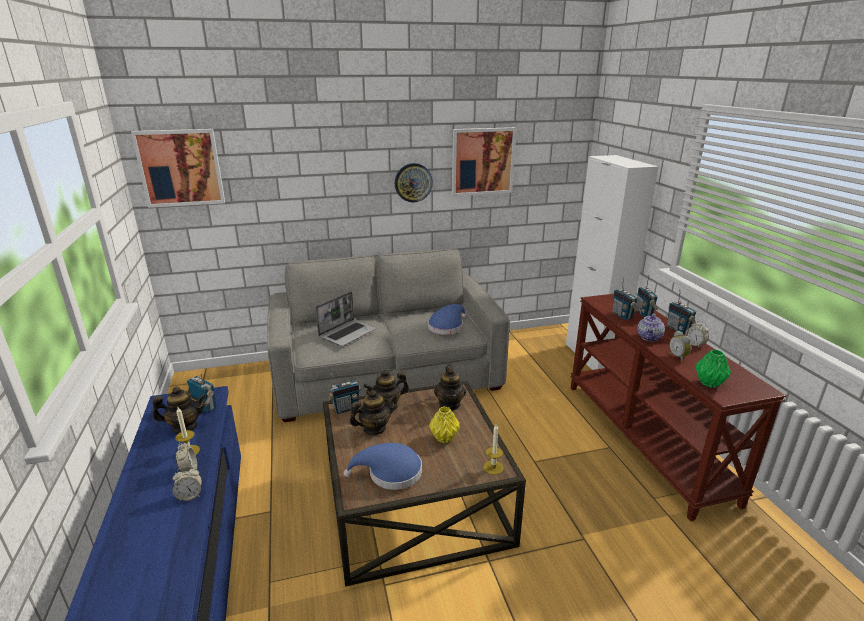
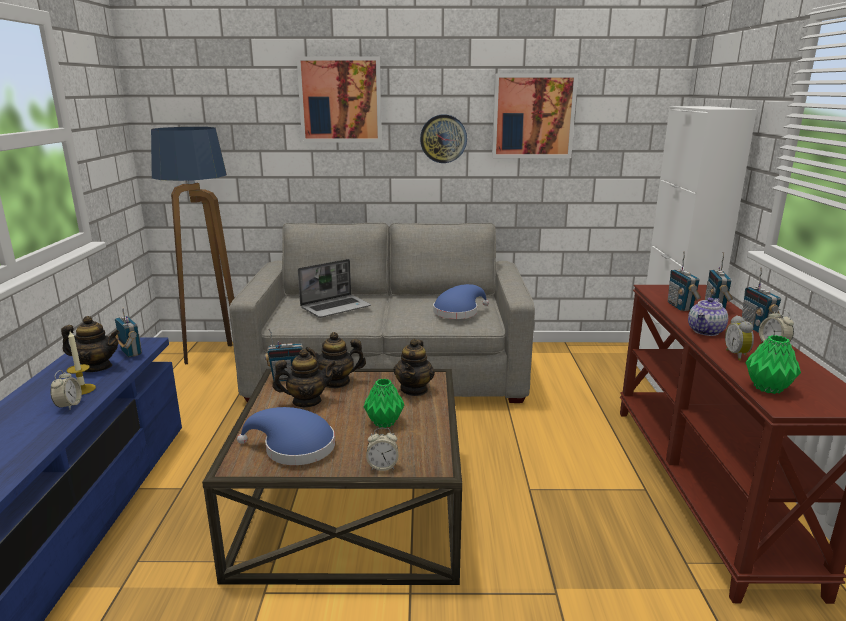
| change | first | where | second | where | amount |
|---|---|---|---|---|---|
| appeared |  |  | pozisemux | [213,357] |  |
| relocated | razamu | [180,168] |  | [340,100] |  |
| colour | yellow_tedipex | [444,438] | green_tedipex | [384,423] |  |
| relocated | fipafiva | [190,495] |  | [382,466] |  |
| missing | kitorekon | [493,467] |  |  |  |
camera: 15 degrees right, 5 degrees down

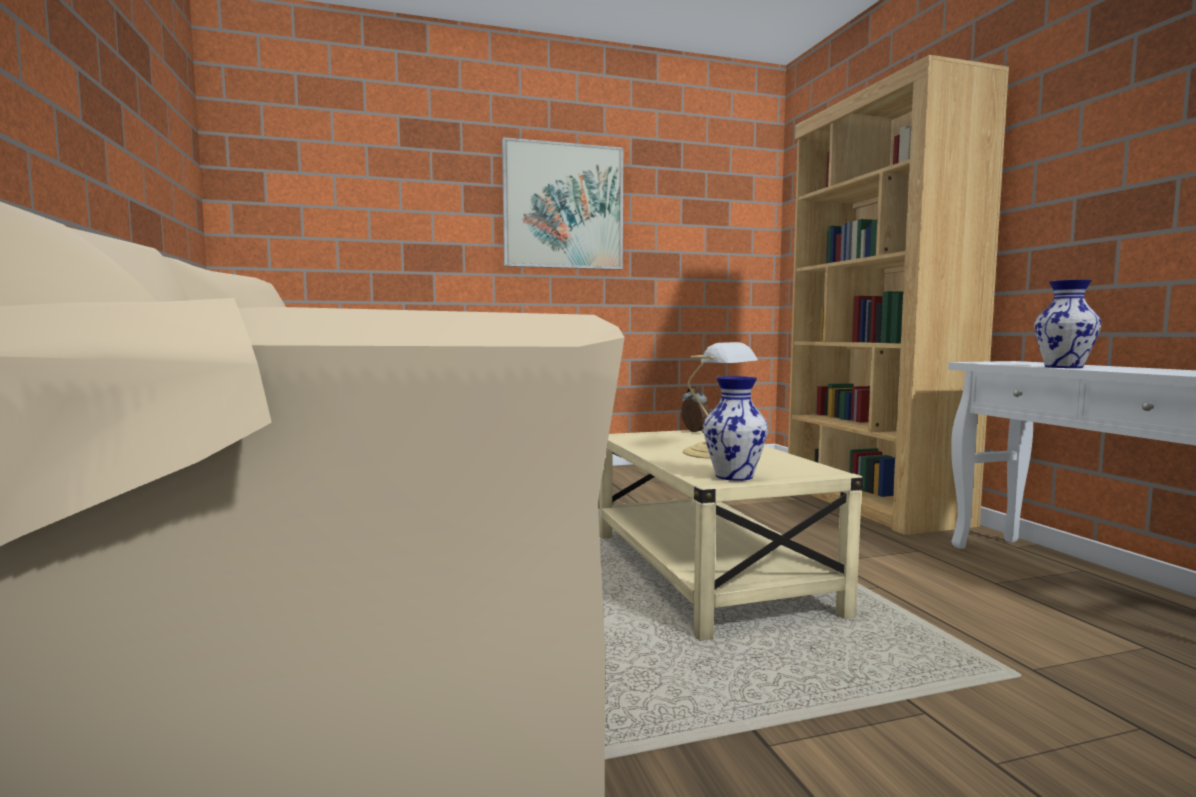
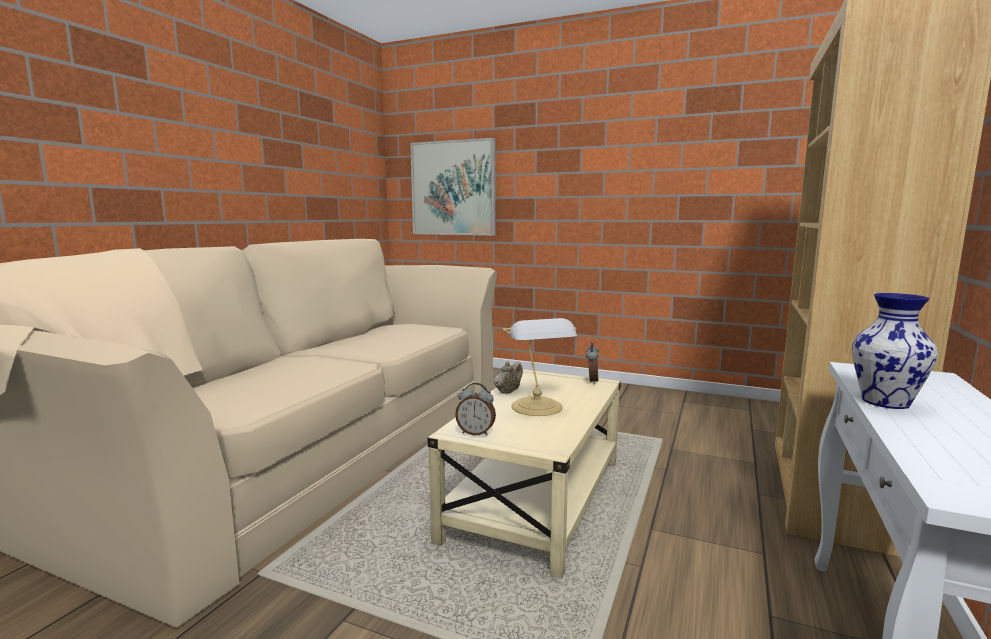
| change | first | where | second | where | amount |
|---|---|---|---|---|---|
| relocated | razamu | [563,206] |  | [453,188] |  |
| exchanged | tedipex | [734,476] | fipafiva | [476,433] |  |
| appeared |  |  | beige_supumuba | [508,392] |  |
camera: 40 degrees right, 5 degrees up

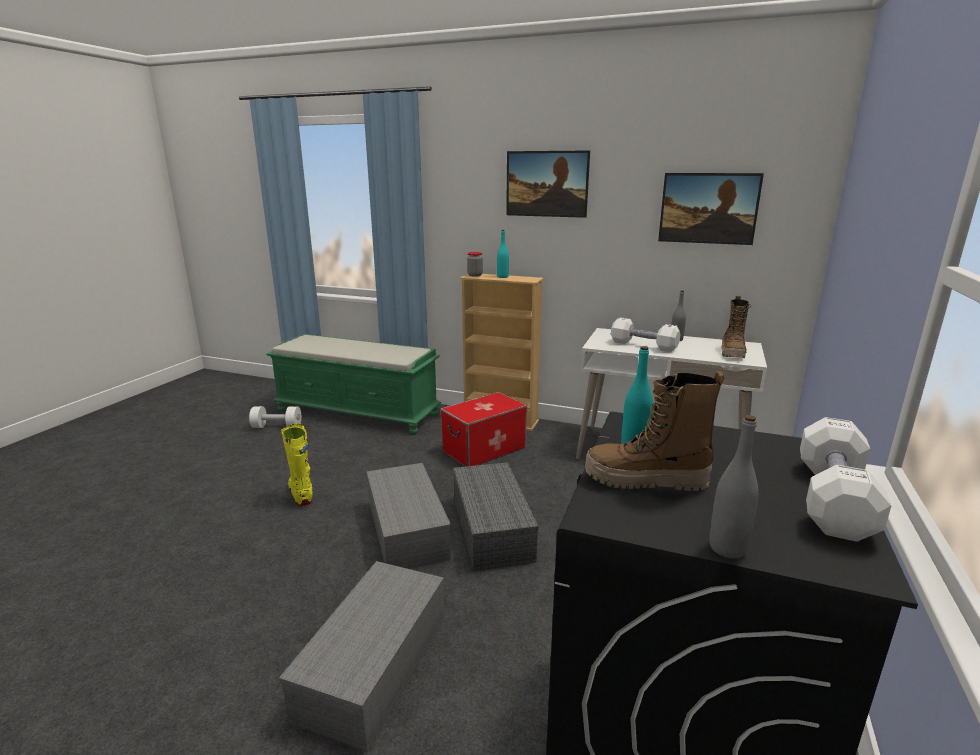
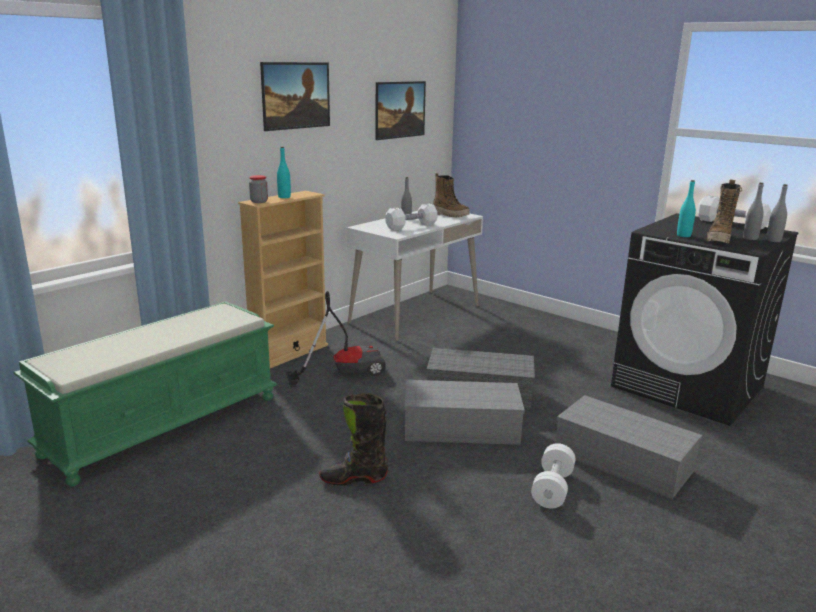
| change | first | where | second | where | amount |
|---|---|---|---|---|---|
| exchanged | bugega | [484,450] | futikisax | [344,371] |  |
| colour | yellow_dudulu | [301,494] | black_dudulu | [354,478] |  |
| relocated | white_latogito | [277,426] |  | [552,488] |  |
| appeared |  |  | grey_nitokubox | [750,238] |  |
camera: 70 degrees left, 0 degrees up

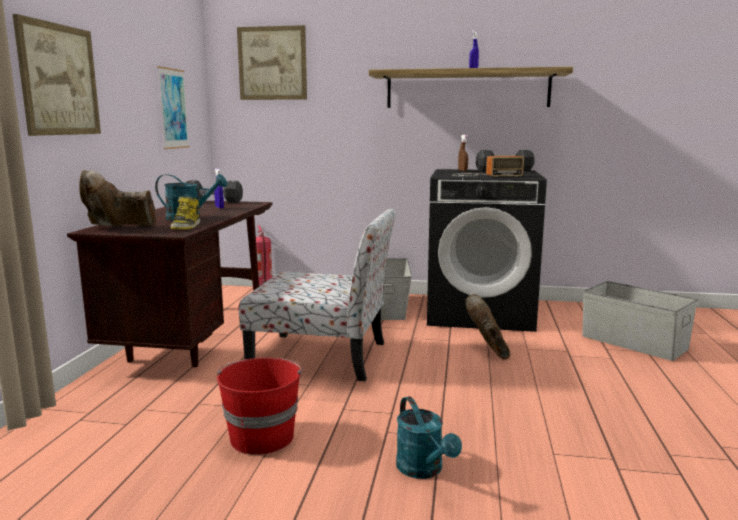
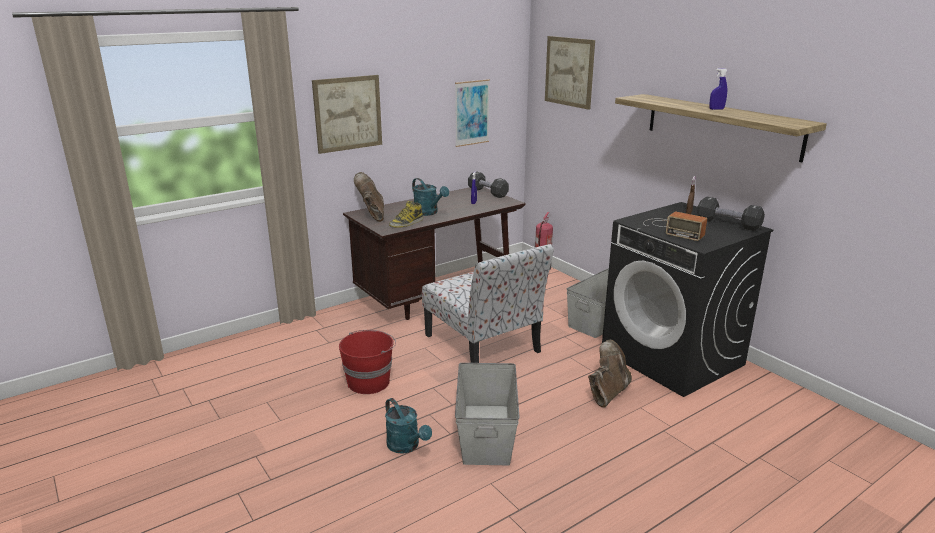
| change | first | where | second | where | amount |
|---|---|---|---|---|---|
| spun | brown_dudulu | [119,228] |  | [372,215] | 45 degrees clockwise |
| spun | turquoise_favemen | [424,470] |  | [406,446] | 60 degrees counterclockwise |
| relocated | grey_bugega | [633,342] |  | [487,433] |  |
camera: 45 degrees right, 10 degrees up

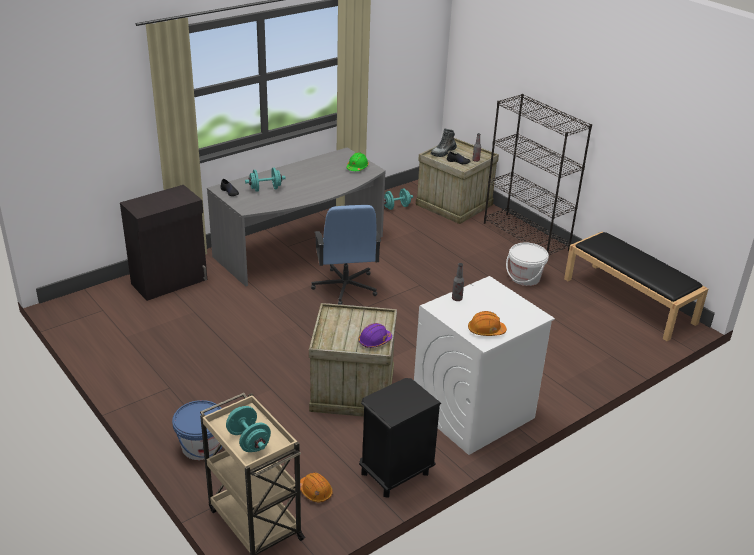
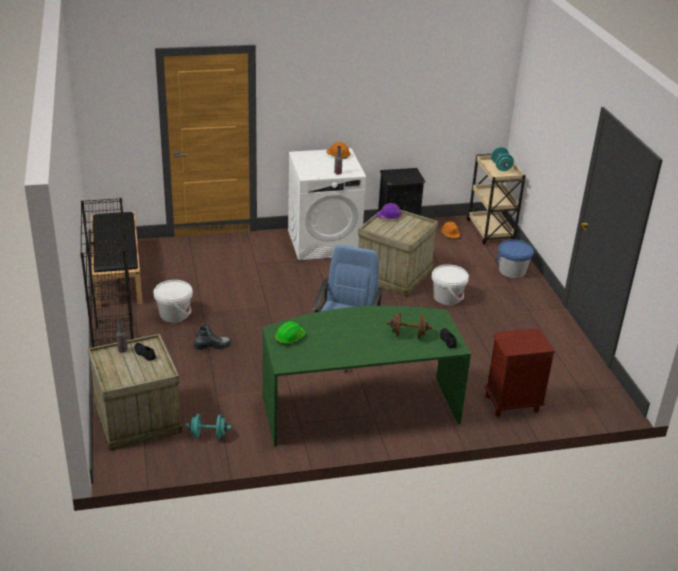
| change | first | where | second | where | amount |
|---|---|---|---|---|---|
| relocated | dudulu | [443,152] |  | [212,346] |  |
| colour | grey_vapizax | [302,248] | green_vapizax | [359,406] |  |
| colour | turquoise_latogito | [265,189] | brown_latogito | [408,334] |  |
| appeared |  |  | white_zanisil | [447,297] |  |
| exchanged | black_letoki | [170,282] | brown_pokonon | [512,404] |  |
camera: 155 degrees left, 0 degrees up

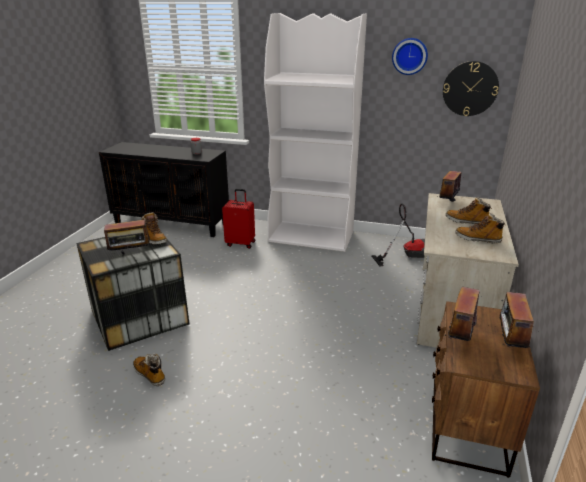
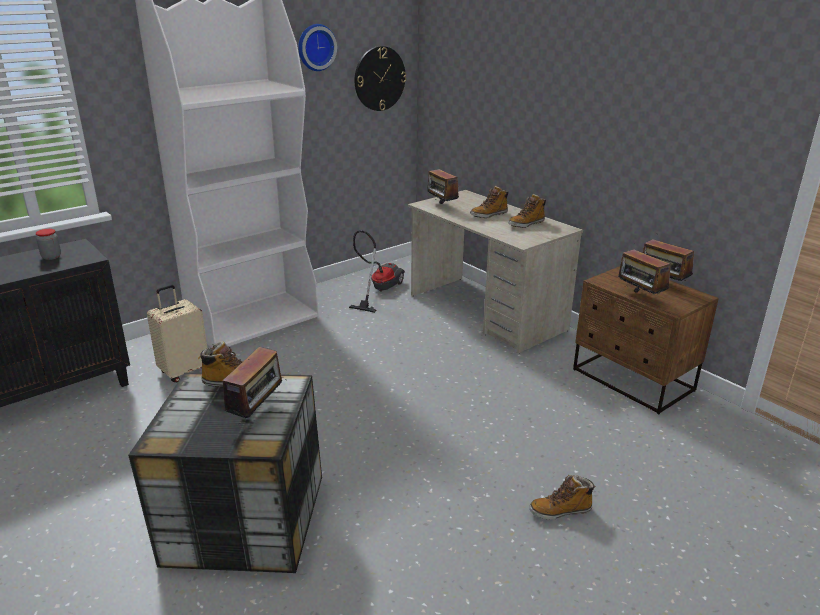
| change | first | where | second | where | amount |
|---|---|---|---|---|---|
| colour | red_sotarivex | [241,243] | beige_sotarivex | [184,371] |  |
| relocated | dudulu | [150,374] |  | [560,511] |  |
camera: 55 degrees left, 0 degrees up

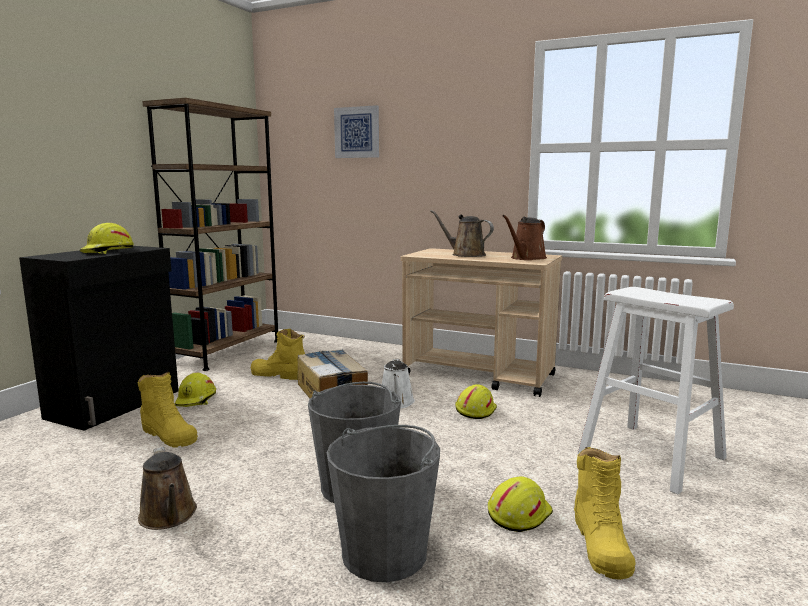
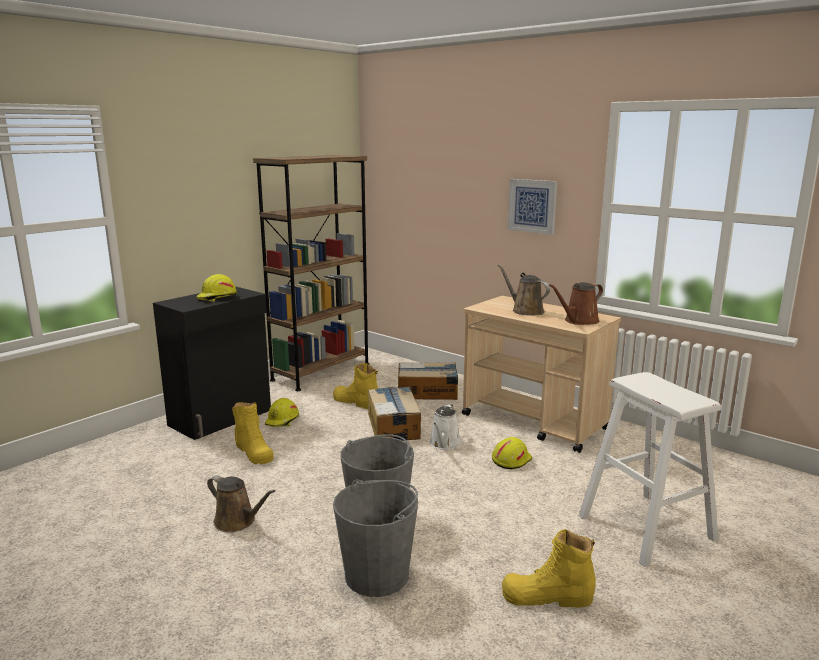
| change | first | where | second | where | amount |
|---|---|---|---|---|---|
| spun | brown_favemen | [169,516] |  | [237,522] | 45 degrees counterclockwise |
| appeared |  |  | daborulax | [428,392] |  |
| spun | yellow_dudulu | [601,544] |  | [547,597] | 75 degrees clockwise |
| relocated | razamu | [357,132] |  | [532,206] |  |
| missing | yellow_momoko | [518,513] |  |  |  |
camera: 15 degrees right, 5 degrees up

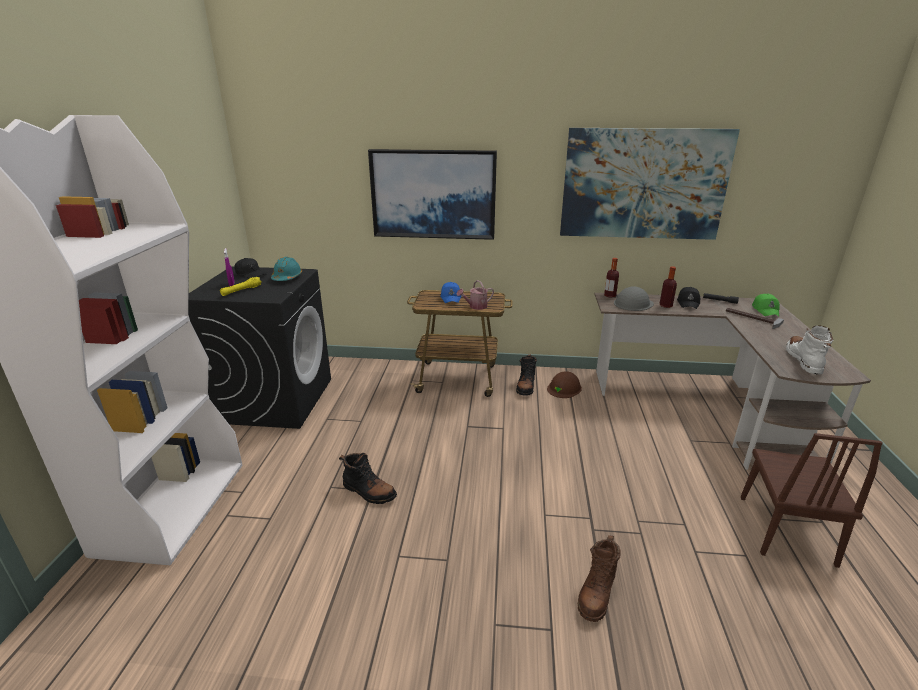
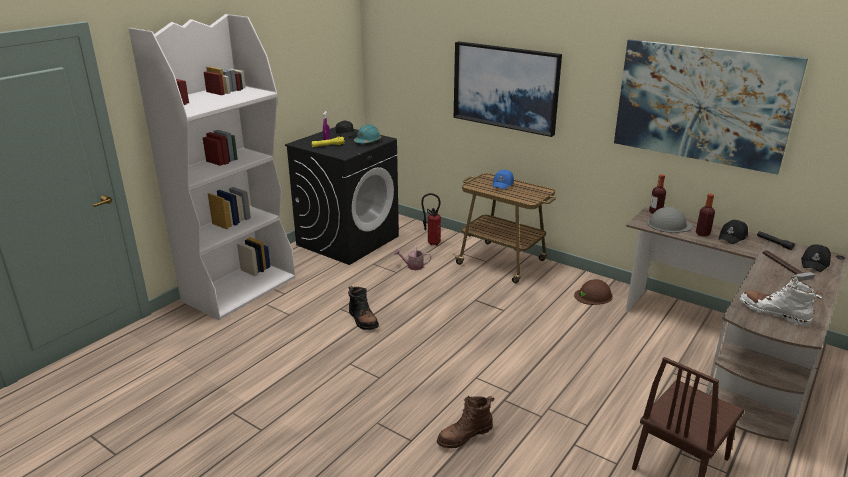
| change | first | where | second | where | amount |
|---|---|---|---|---|---|
| relocated | favemen | [475,306] |  | [413,266] |  |
| appeared |  |  | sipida | [431,243] |  |
| spun | white_dudulu | [804,360] |  | [774,313] | 90 degrees counterclockwise |
| colour | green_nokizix | [765,310] | black_nokizix | [815,263] |  |
| missing | black_dudulu | [526,386] |  |  |  |
camera: 30 degrees right, 0 degrees up

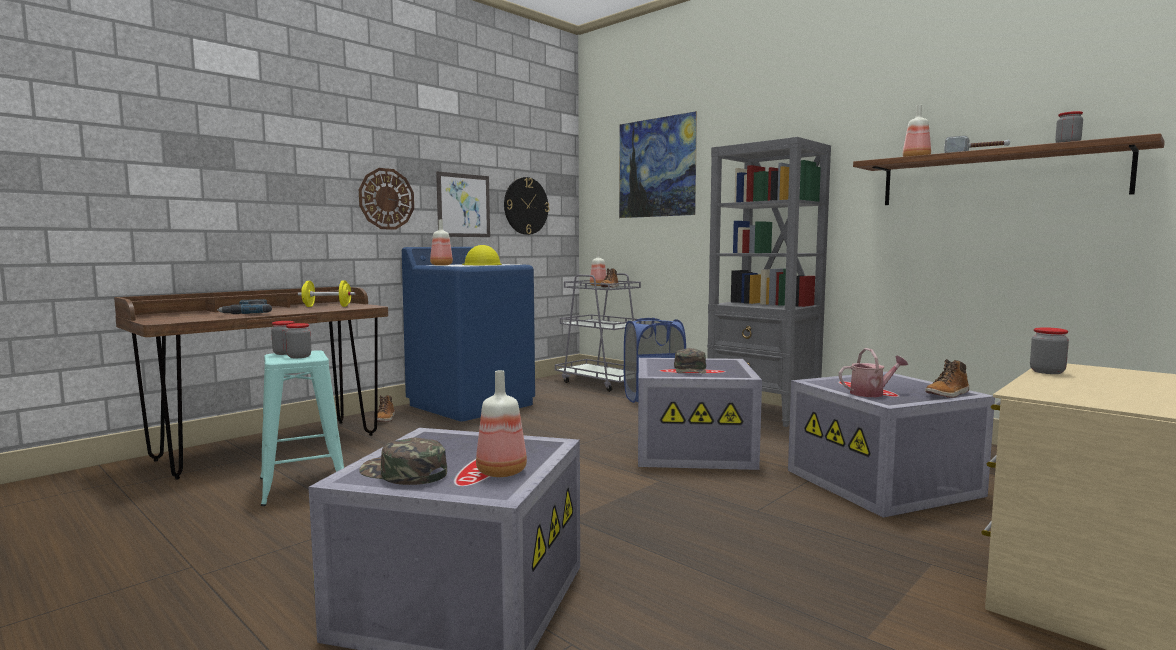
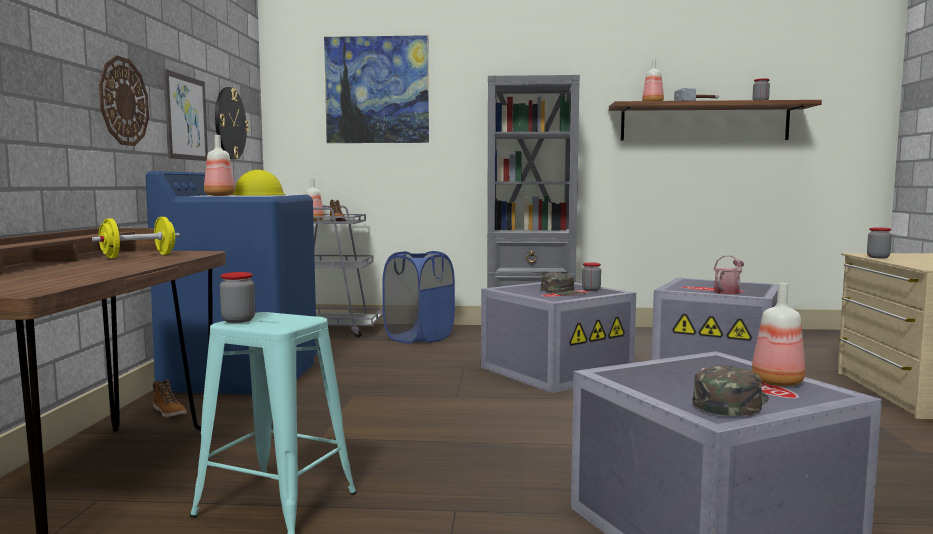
| change | first | where | second | where | amount |
|---|---|---|---|---|---|
| relocated | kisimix | [299,357] |  | [591,290] |  |
| spun | green_nokizix | [403,473] |  | [730,402] | 135 degrees clockwise |
| missing | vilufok | [247,313] |  |  |  |
| missing | dudulu | [947,394] |  |  |  |
camera: 40 degrees left, 0 degrees up

